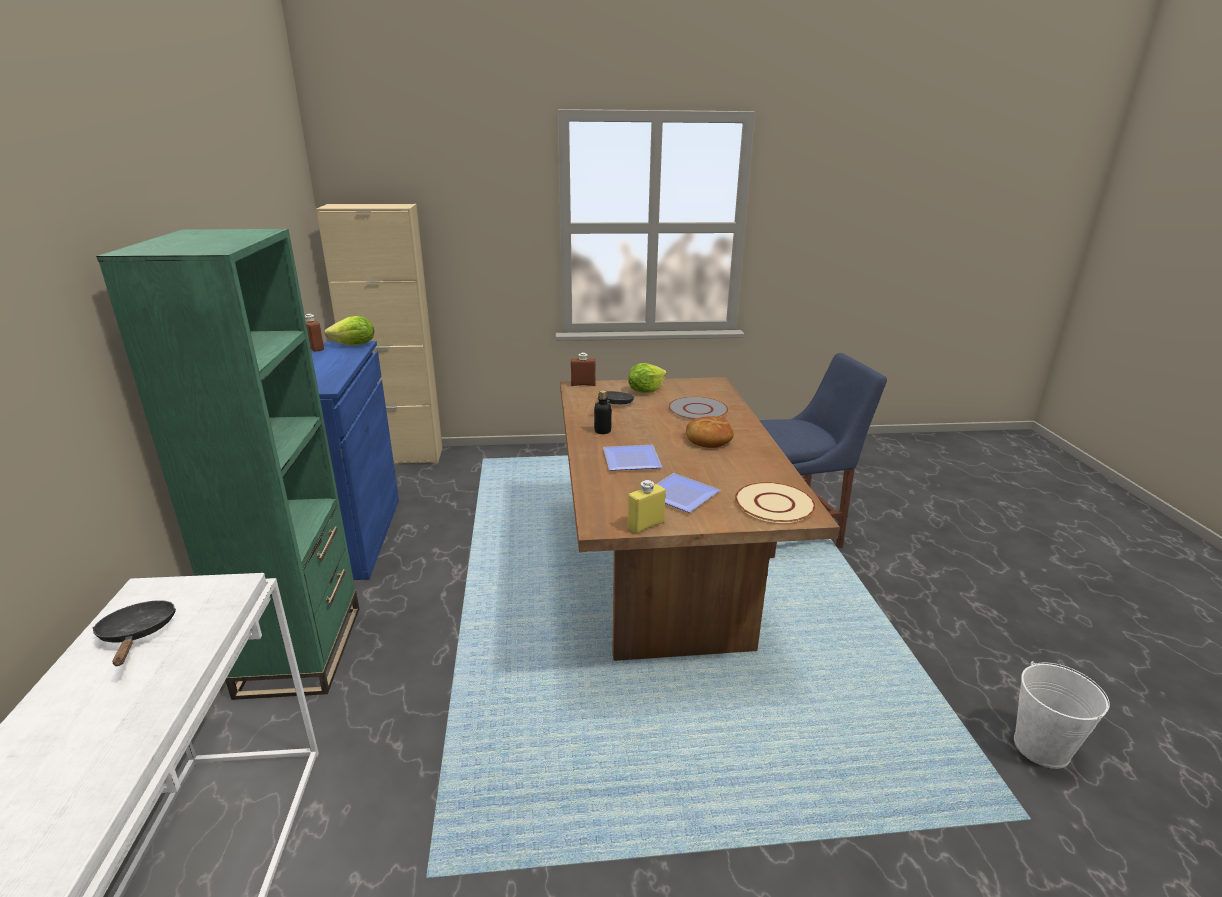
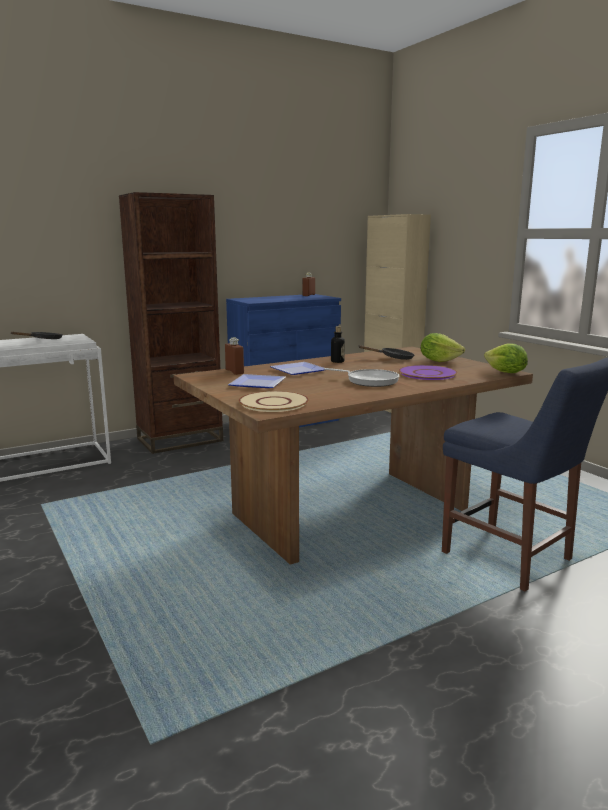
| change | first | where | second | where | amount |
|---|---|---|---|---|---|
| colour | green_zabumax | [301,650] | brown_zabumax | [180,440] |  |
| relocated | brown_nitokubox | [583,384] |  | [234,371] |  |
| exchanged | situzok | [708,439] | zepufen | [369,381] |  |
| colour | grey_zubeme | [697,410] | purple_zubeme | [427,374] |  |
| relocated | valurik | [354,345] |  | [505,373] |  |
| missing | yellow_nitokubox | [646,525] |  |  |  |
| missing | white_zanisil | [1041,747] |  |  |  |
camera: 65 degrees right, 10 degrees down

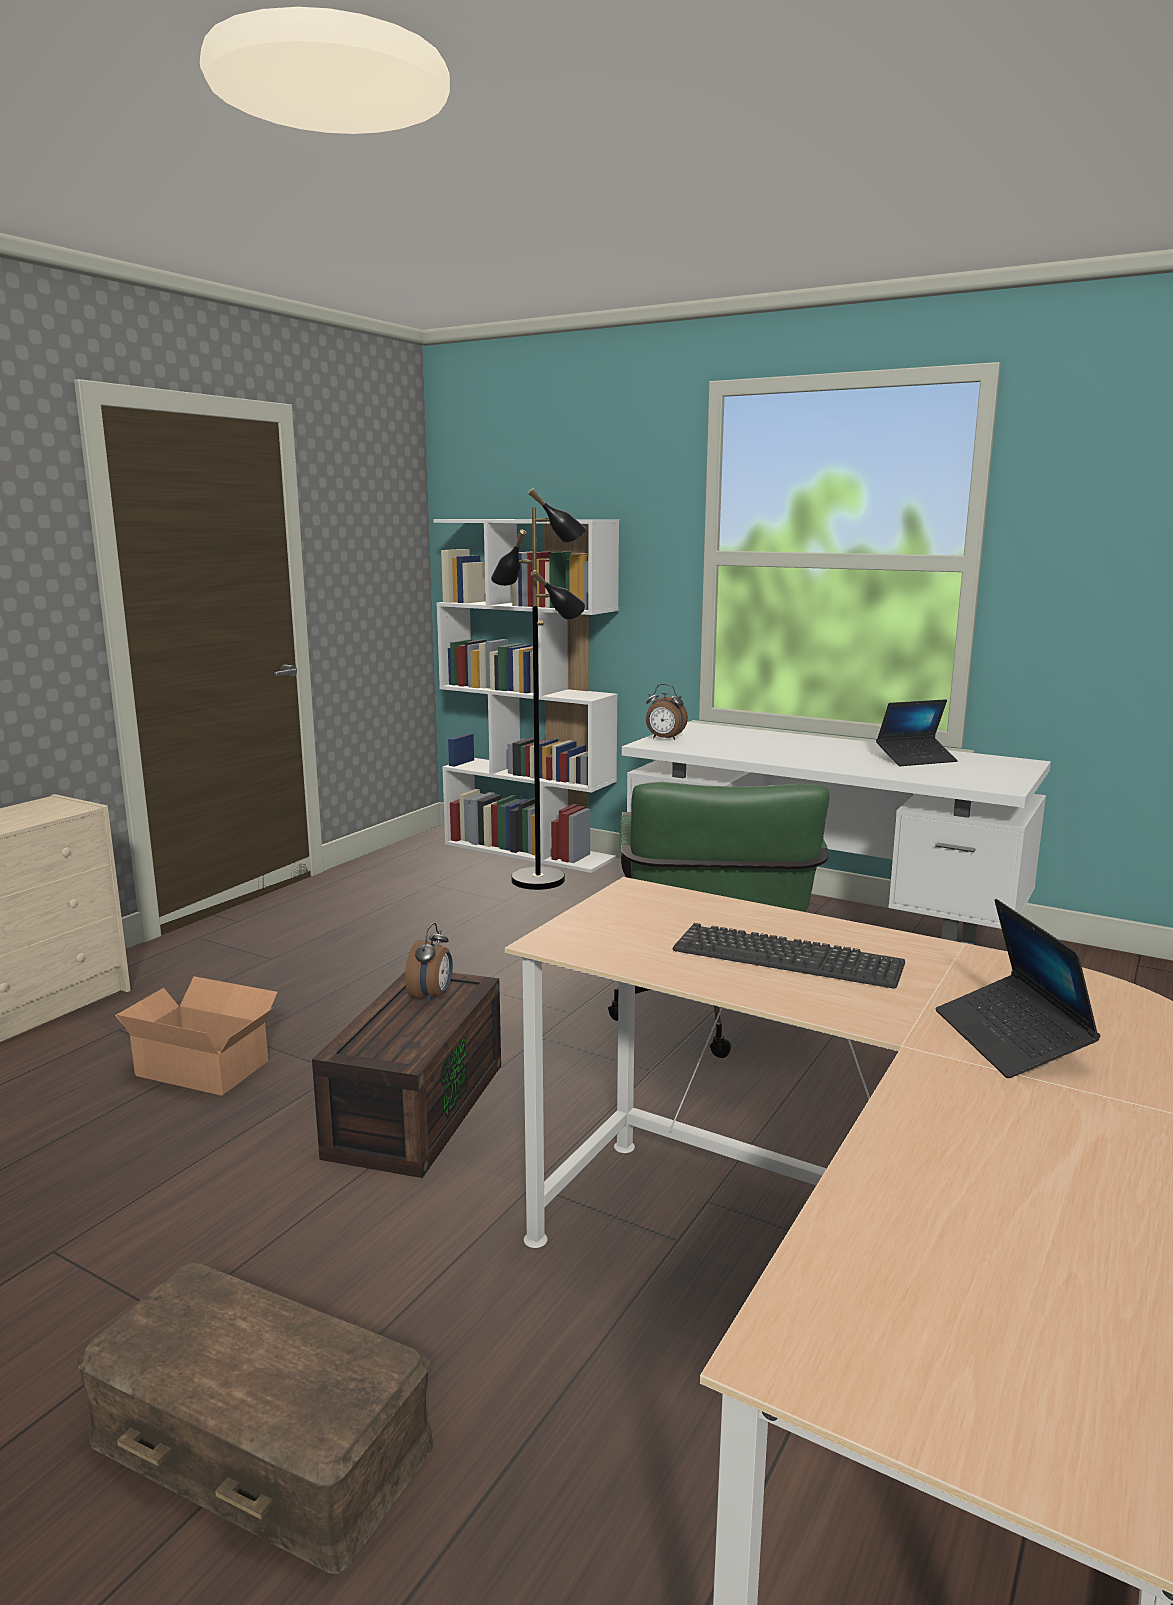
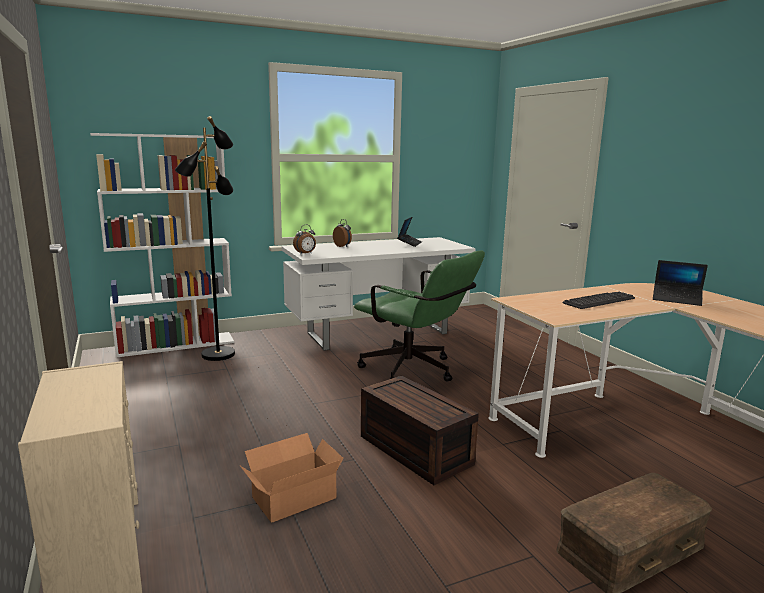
| change | first | where | second | where | amount |
|---|---|---|---|---|---|
| relocated | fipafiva | [432,997] |  | [343,246] |  |
camera: 55 degrees left, 0 degrees up

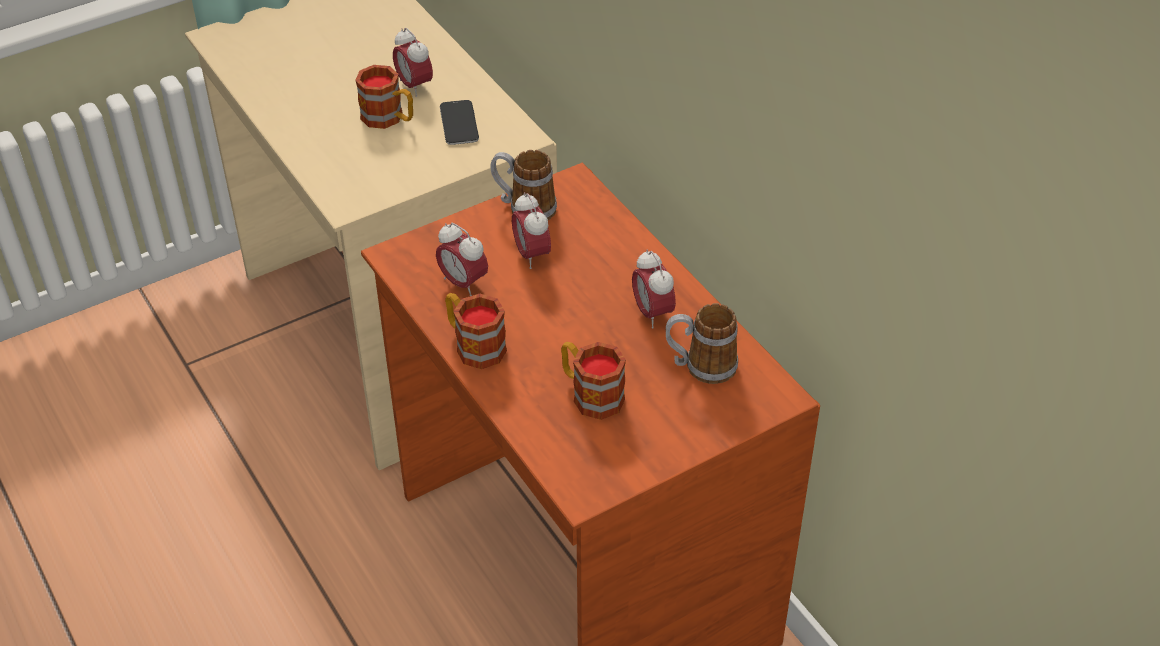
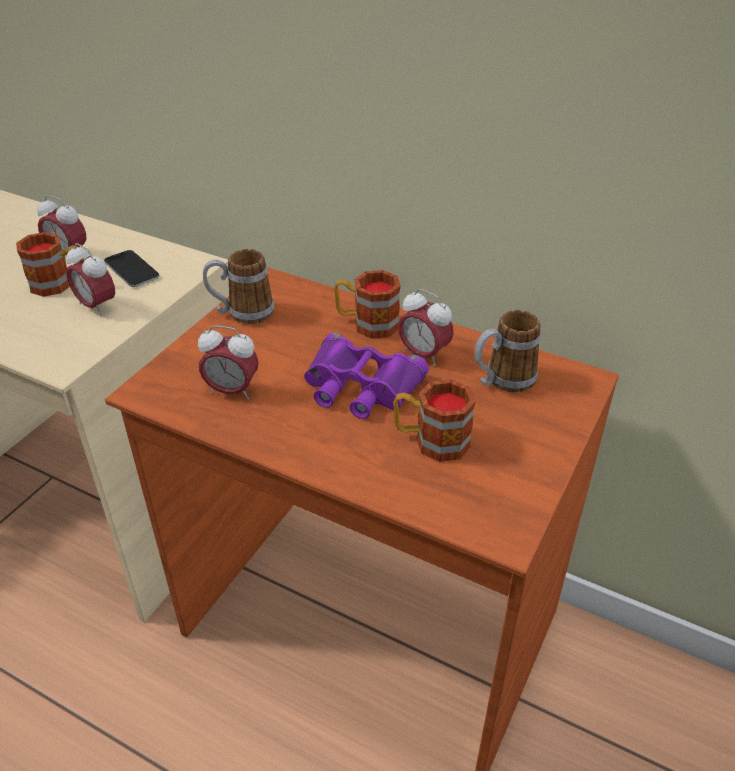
| change | first | where | second | where | amount |
|---|---|---|---|---|---|
| relocated | fipafiva | [532,255] |  | [97,306] |  |
| appeared |  |  | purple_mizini | [360,387] |  |
| relocated | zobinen | [474,345] |  | [367,323] |  |
camera: 30 degrees left, 5 degrees down

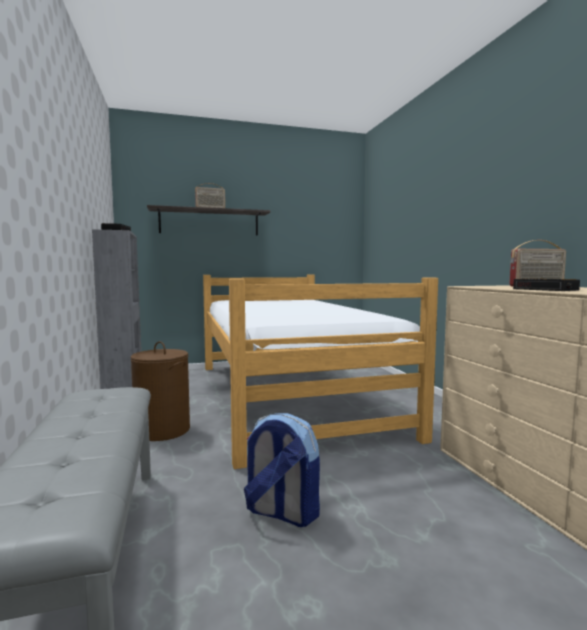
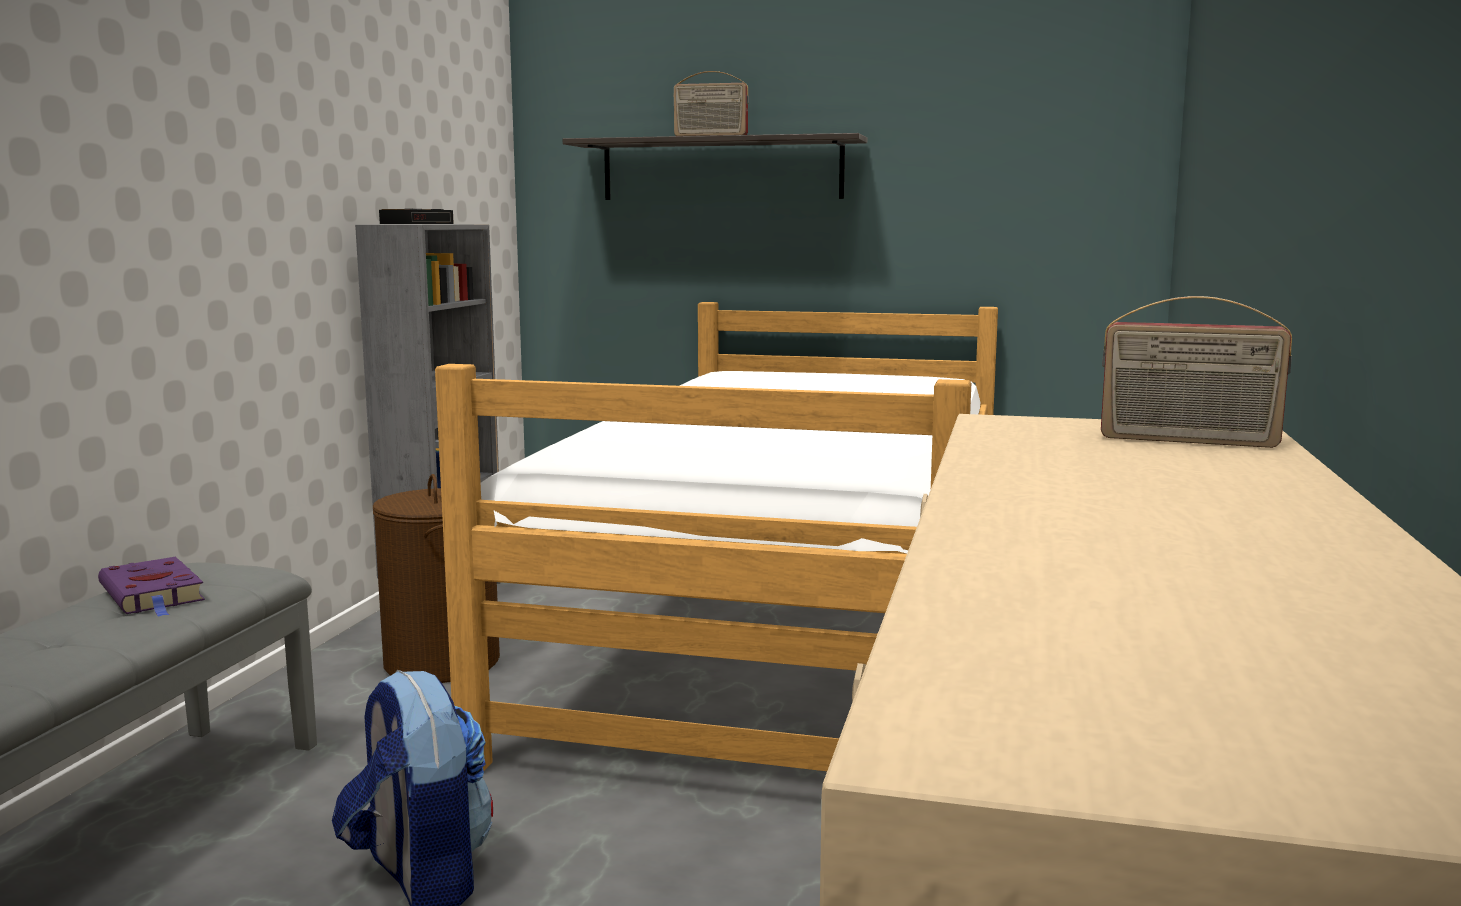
| change | first | where | second | where | amount |
|---|---|---|---|---|---|
| appeared |  |  | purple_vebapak | [153,595] |  |
| missing | fipafiva | [546,289] |  |  |  |
camera: 30 degrees right, 5 degrees up

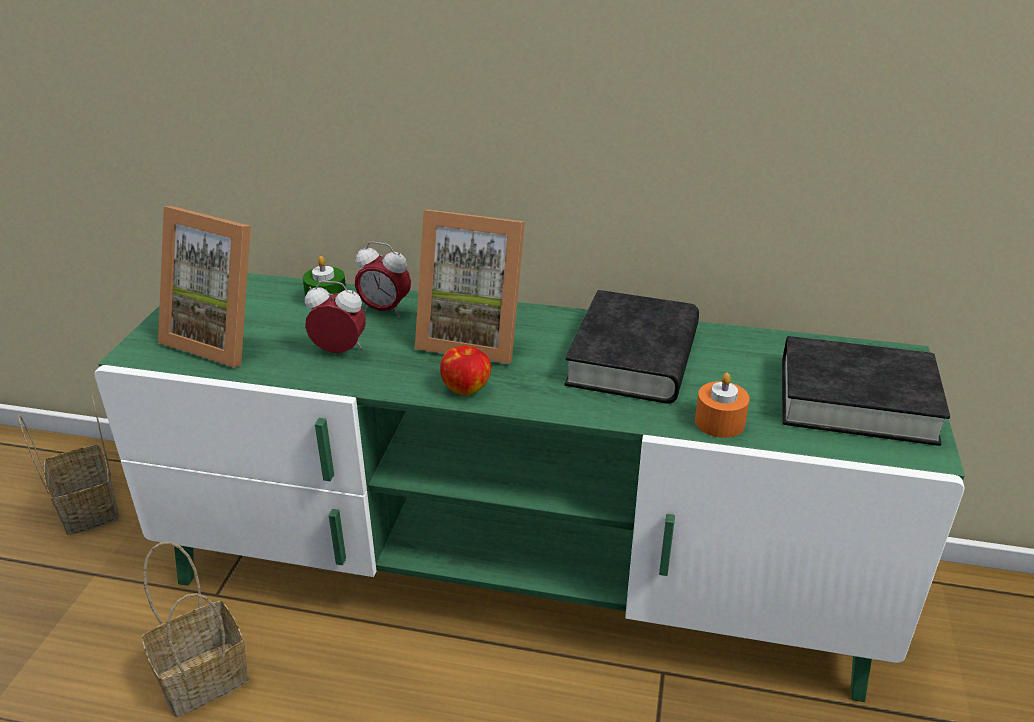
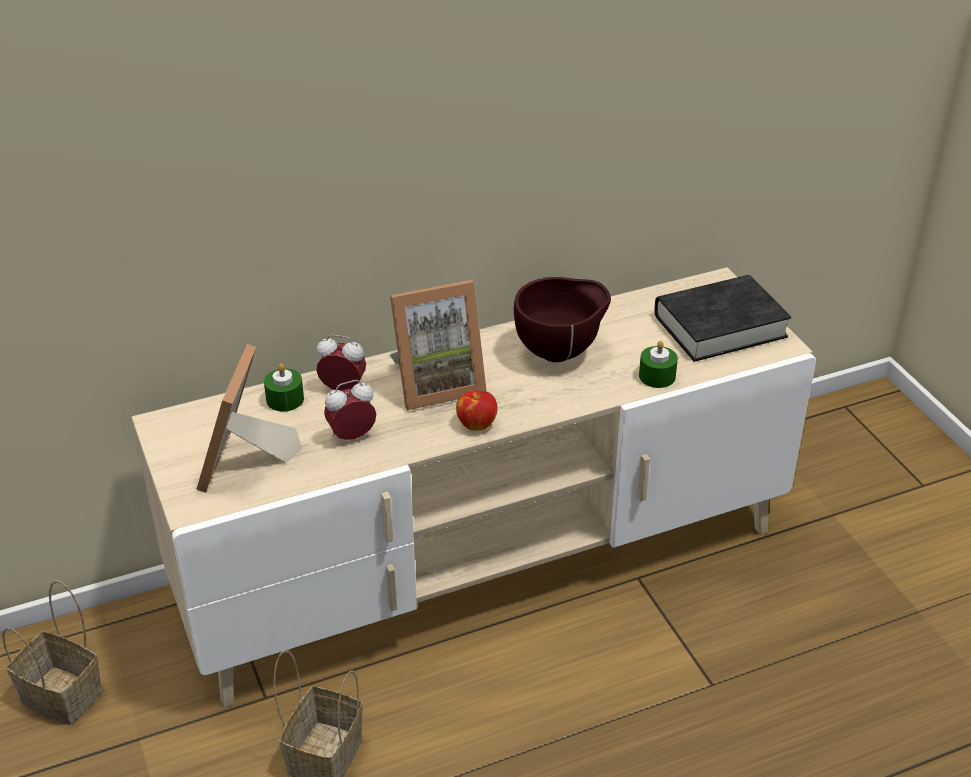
| change | first | where | second | where | amount |
|---|---|---|---|---|---|
| colour | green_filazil | [517,576] | beige_filazil | [485,564] |  |
| spun | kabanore | [224,337] |  | [245,465] | 105 degrees clockwise |
| spun | fipafiva | [385,310] |  | [343,389] | 150 degrees counterclockwise |
| exchanged | black_vebapak | [633,357] | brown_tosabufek | [560,352] |  |
| colour | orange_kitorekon | [719,422] | green_kitorekon | [657,376] |  |
camera: 35 degrees left, 5 degrees up

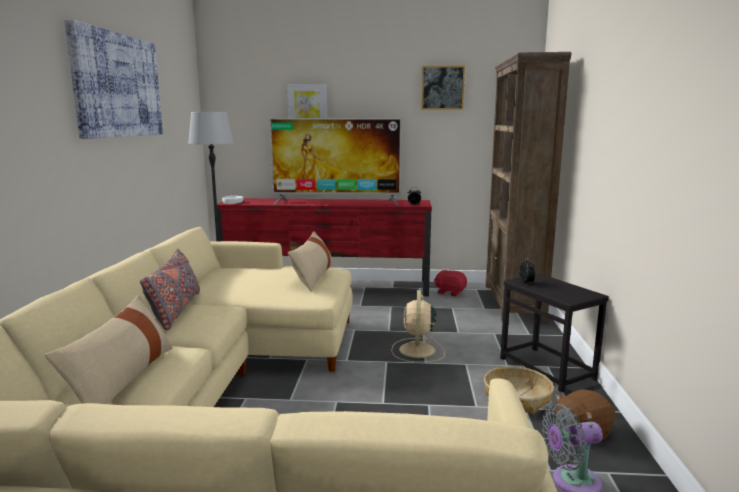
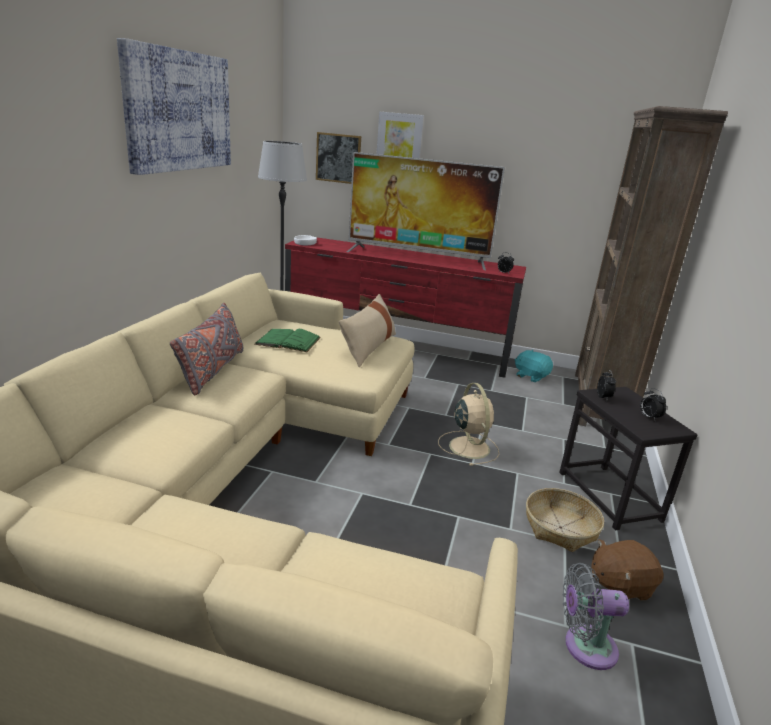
| change | first | where | second | where | amount |
|---|---|---|---|---|---|
| appeared |  |  | green_vebapak | [288,341] |  |
| relocated | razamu | [442,88] |  | [338,158] |  |
| spun | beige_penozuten | [417,351] |  | [468,446] | 150 degrees clockwise |
| colour | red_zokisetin | [450,292] | turquoise_zokisetin | [531,376] |  |
| appeared |  |  | fipafiva | [648,417] |  |
| missing | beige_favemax | [122,379] |  |  |  |
camera: 10 degrees right, 10 degrees up

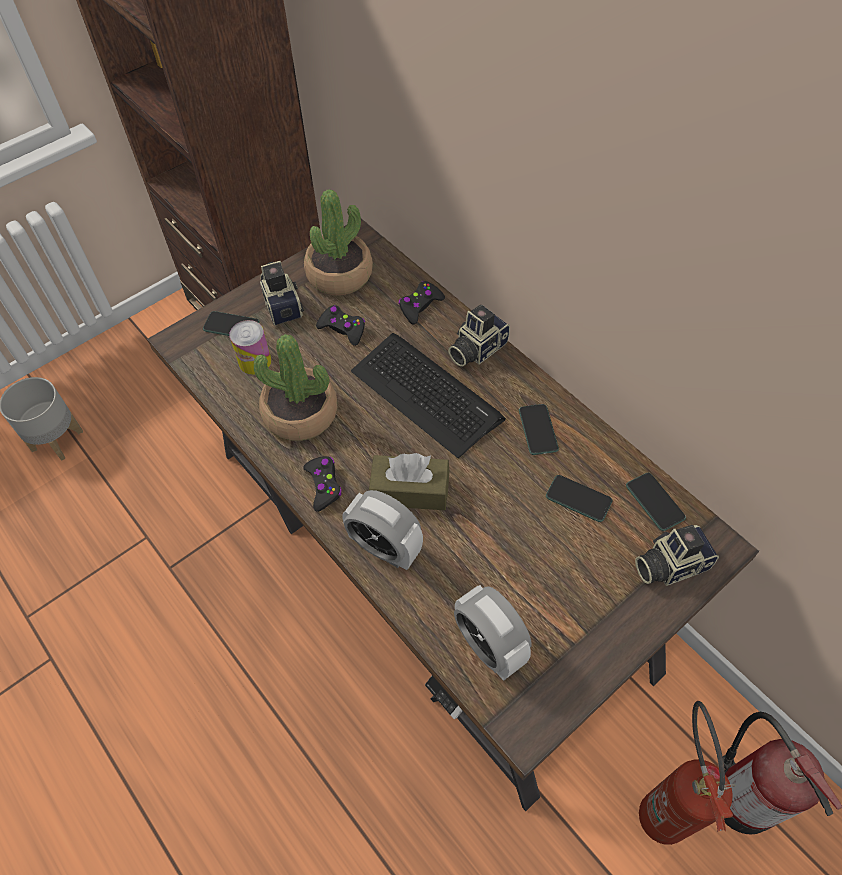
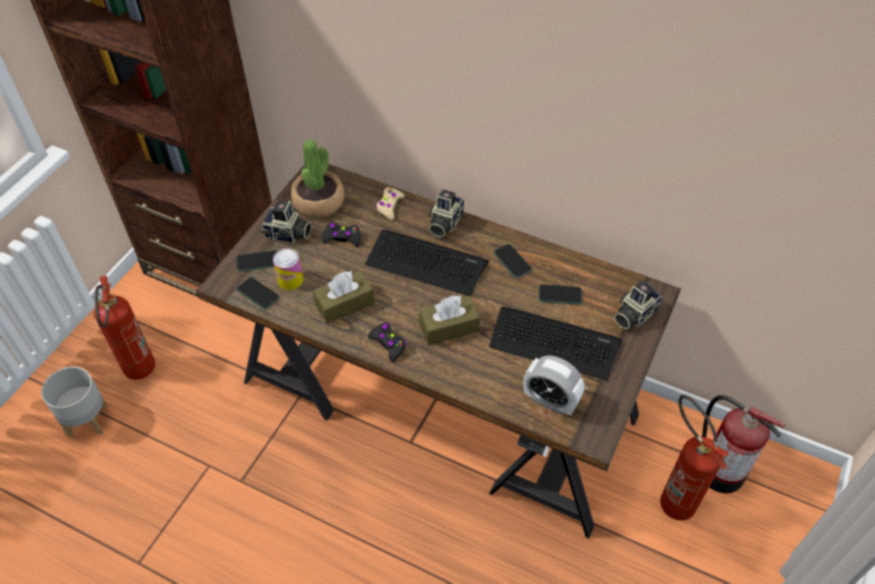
| change | first | where | second | where | amount |
|---|---|---|---|---|---|
| appeared |  |  | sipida | [139,374] |  |
| relocated | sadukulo | [655,502] |  | [258,294] |  |
| spun | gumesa | [283,304] |  | [288,235] | 150 degrees clockwise |
| exchanged | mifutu | [300,414] | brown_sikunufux | [345,304] |  |
| colour | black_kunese | [420,306] | beige_kunese | [389,206] |  |
| appeared |  |  | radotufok | [554,343] |  |
| missing | fipafiva | [385,548] |  |  |  |
camera: 25 degrees left, 5 degrees down

